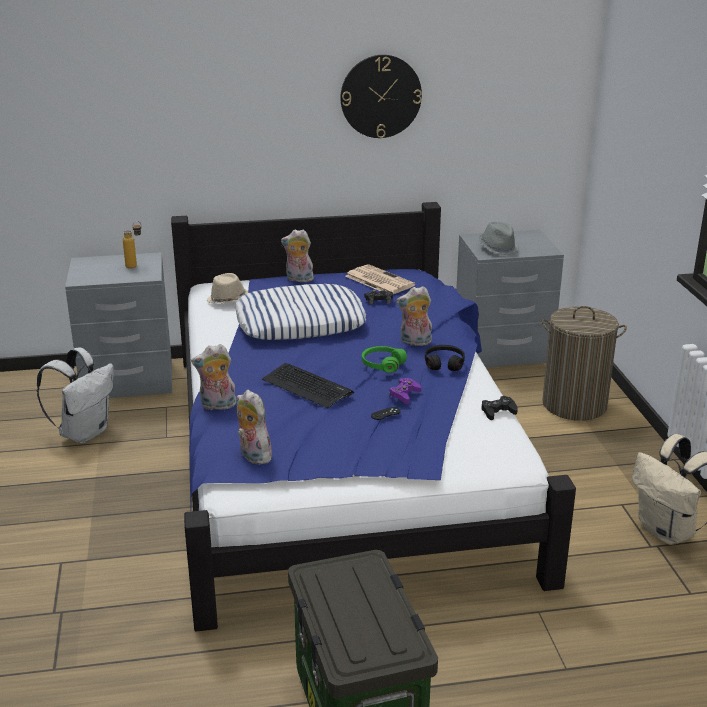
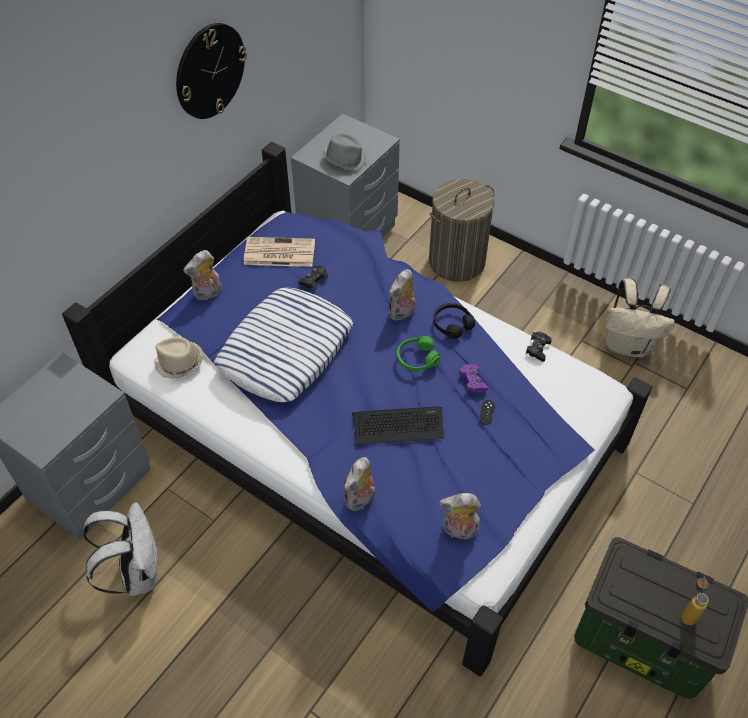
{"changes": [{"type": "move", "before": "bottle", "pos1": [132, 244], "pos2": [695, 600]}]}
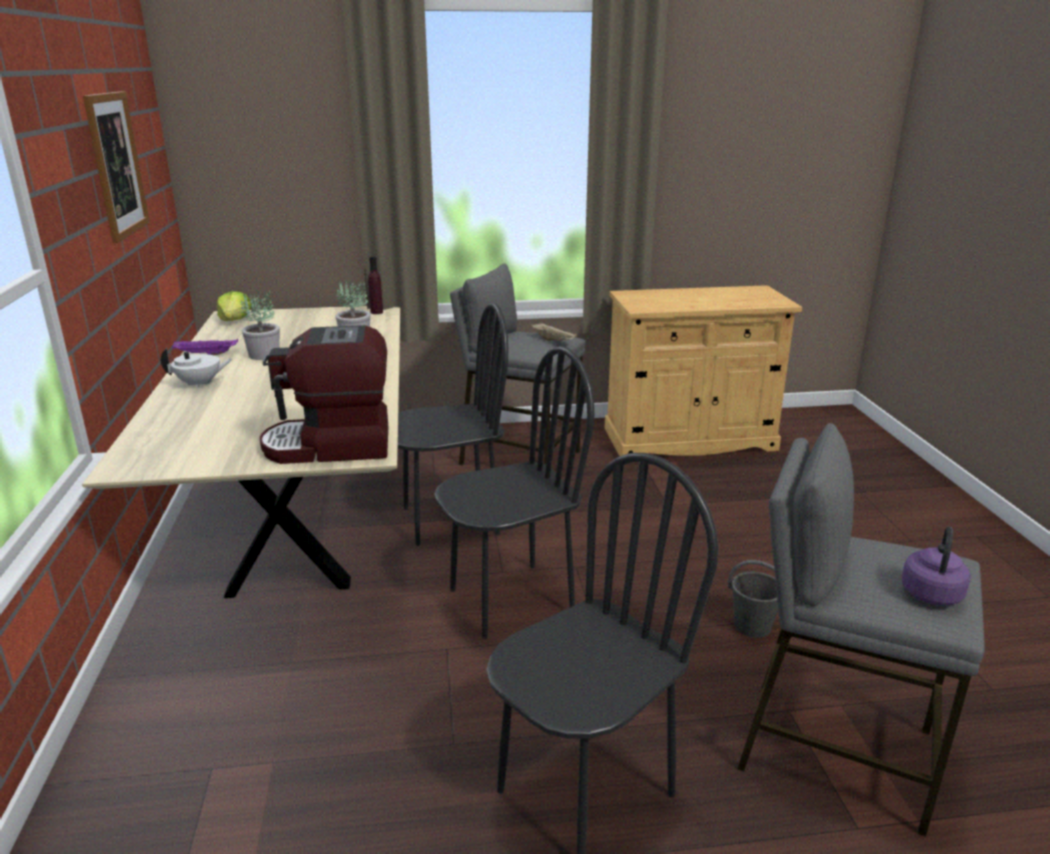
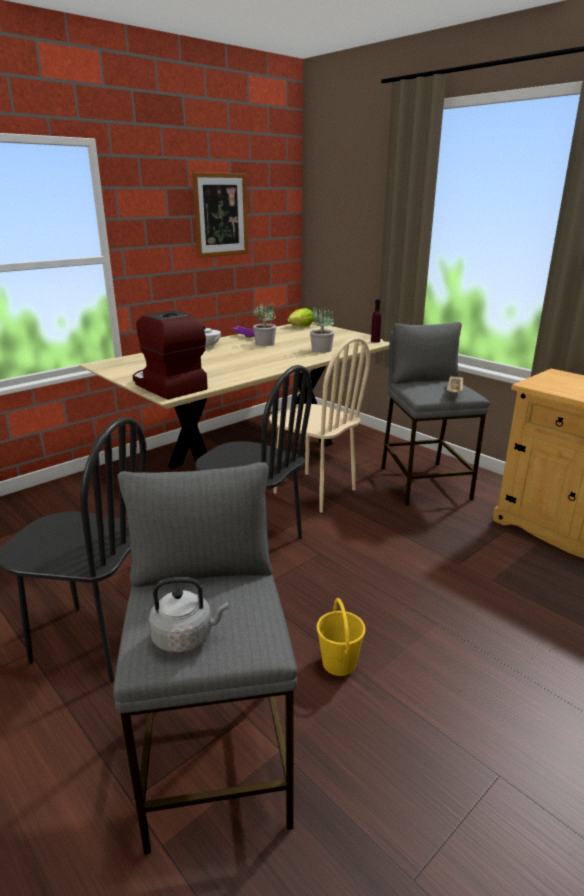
{"changes": [{"type": "recolor", "before": "purple kettle", "after": "grey kettle", "pos1": [936, 566], "pos2": [189, 615]}, {"type": "recolor", "before": "black chair", "after": "beige chair", "pos1": [453, 424], "pos2": [319, 424]}, {"type": "recolor", "before": "grey bucket", "after": "yellow bucket", "pos1": [753, 599], "pos2": [341, 637]}]}
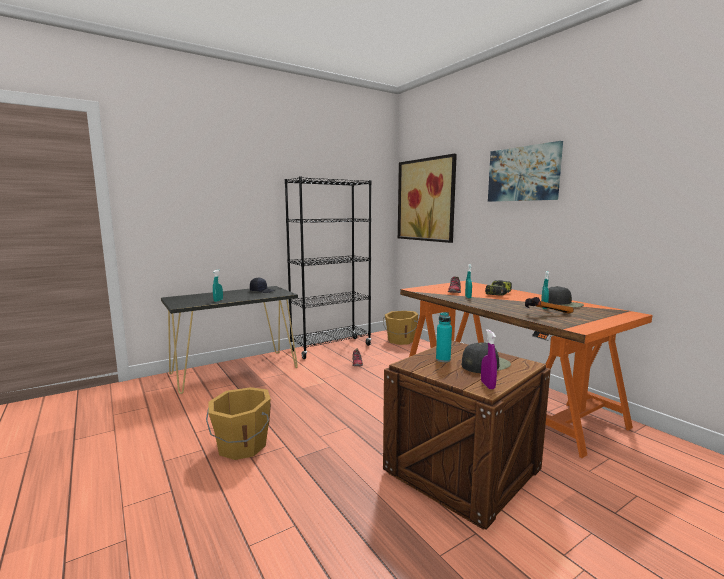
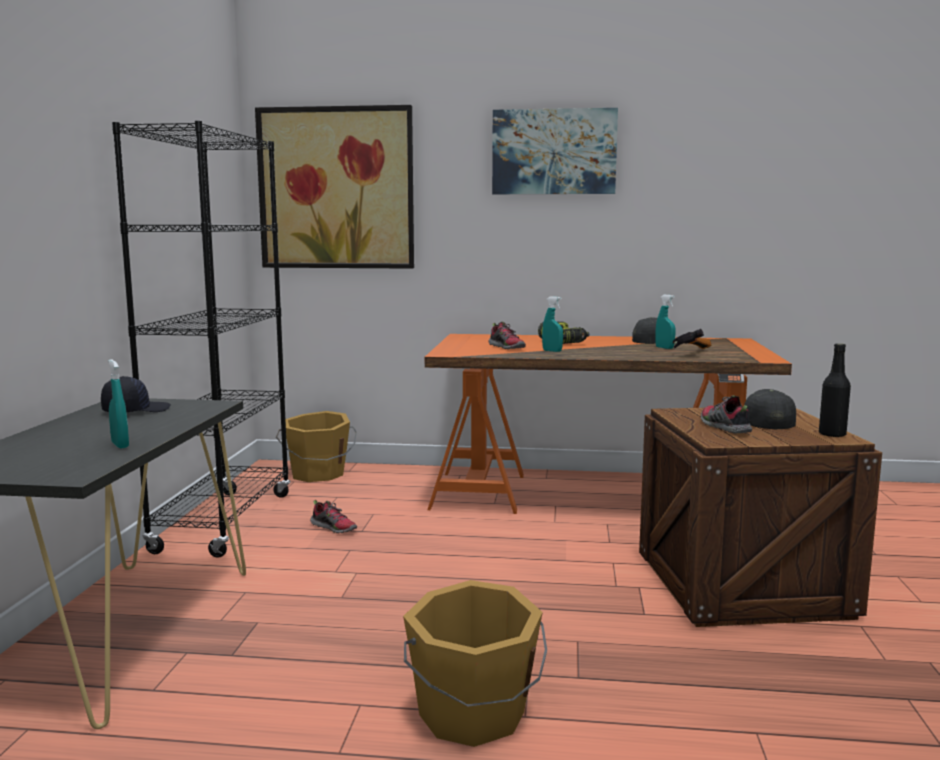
{"changes": [{"type": "replace", "before": "turquoise bottle", "after": "shoe", "pos1": [444, 337], "pos2": [726, 414]}, {"type": "replace", "before": "purple spray bottle", "after": "black bottle", "pos1": [489, 359], "pos2": [835, 390]}]}
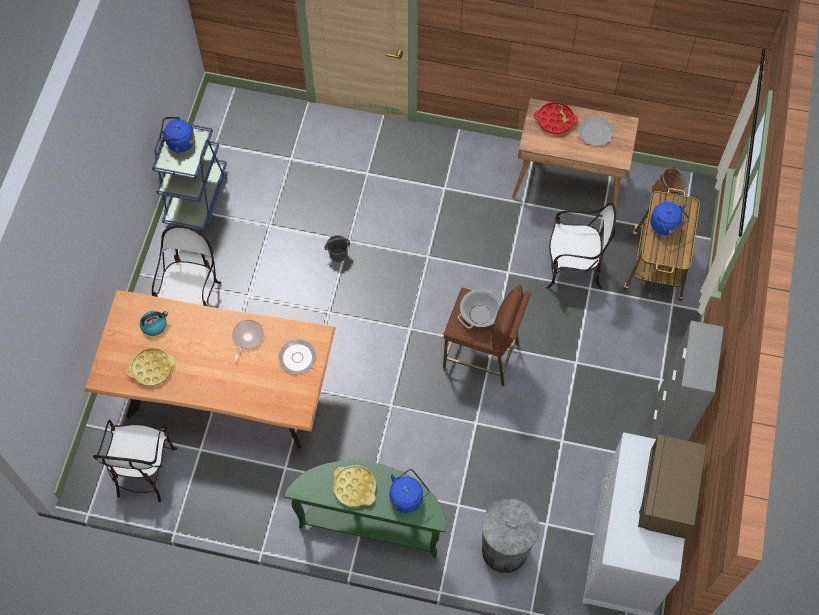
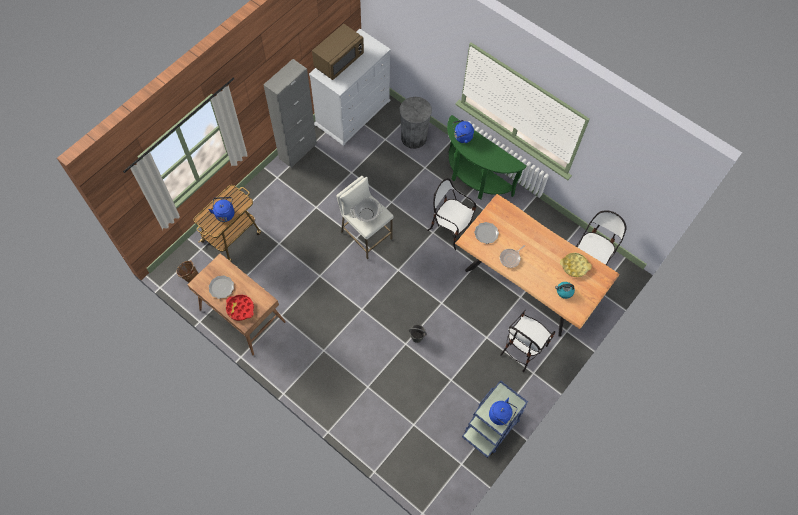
{"changes": [{"type": "recolor", "before": "brown stool", "after": "white stool", "pos1": [487, 335], "pos2": [364, 218]}, {"type": "move", "before": "chair", "pos1": [581, 245], "pos2": [451, 214]}, {"type": "delete", "before": "yellow tray", "pos1": [354, 486]}]}
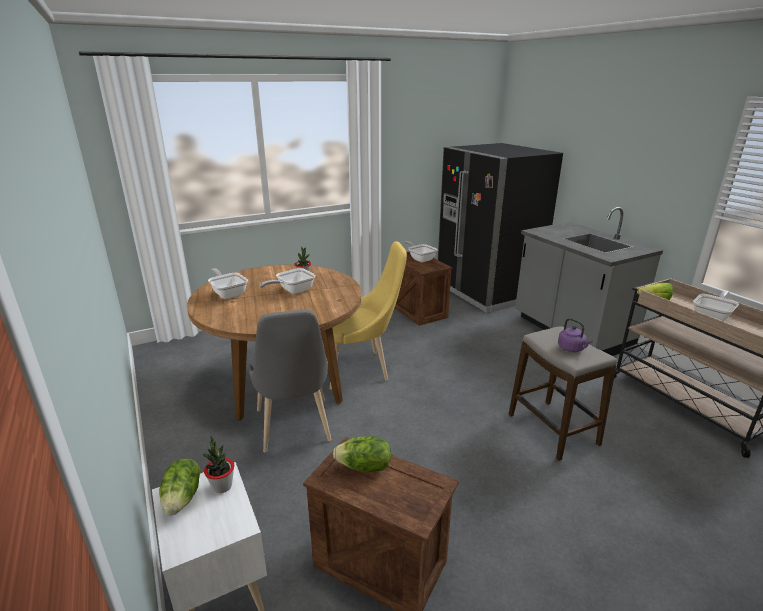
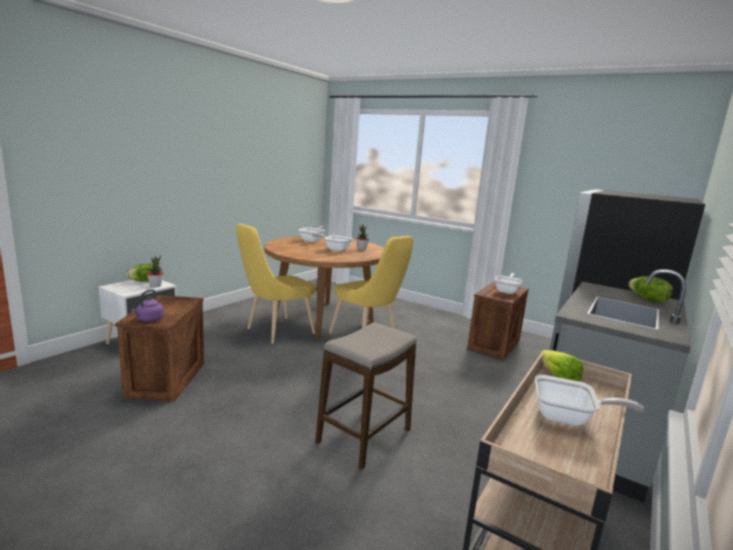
{"changes": [{"type": "move", "before": "purple kettle", "pos1": [575, 335], "pos2": [147, 305]}, {"type": "recolor", "before": "grey chair", "after": "yellow chair", "pos1": [290, 380], "pos2": [276, 284]}, {"type": "move", "before": "lettuce", "pos1": [362, 454], "pos2": [650, 289]}]}
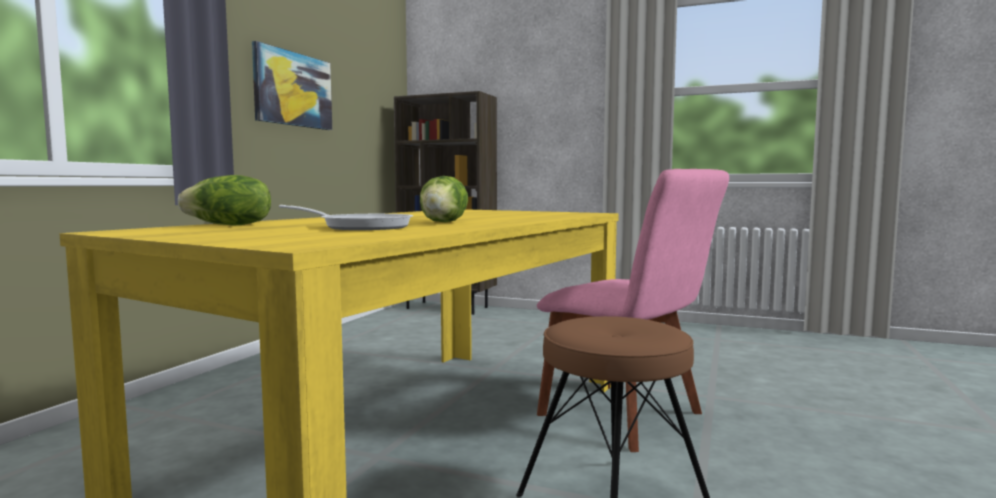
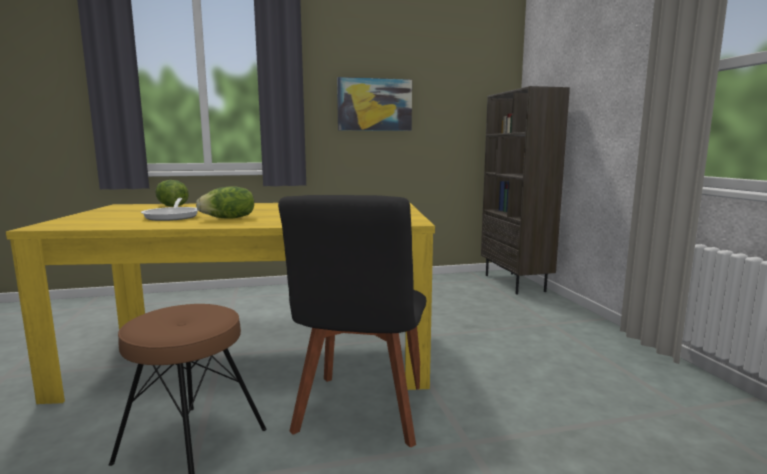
{"changes": [{"type": "recolor", "before": "pink chair", "after": "black chair", "pos1": [633, 310], "pos2": [352, 321]}]}
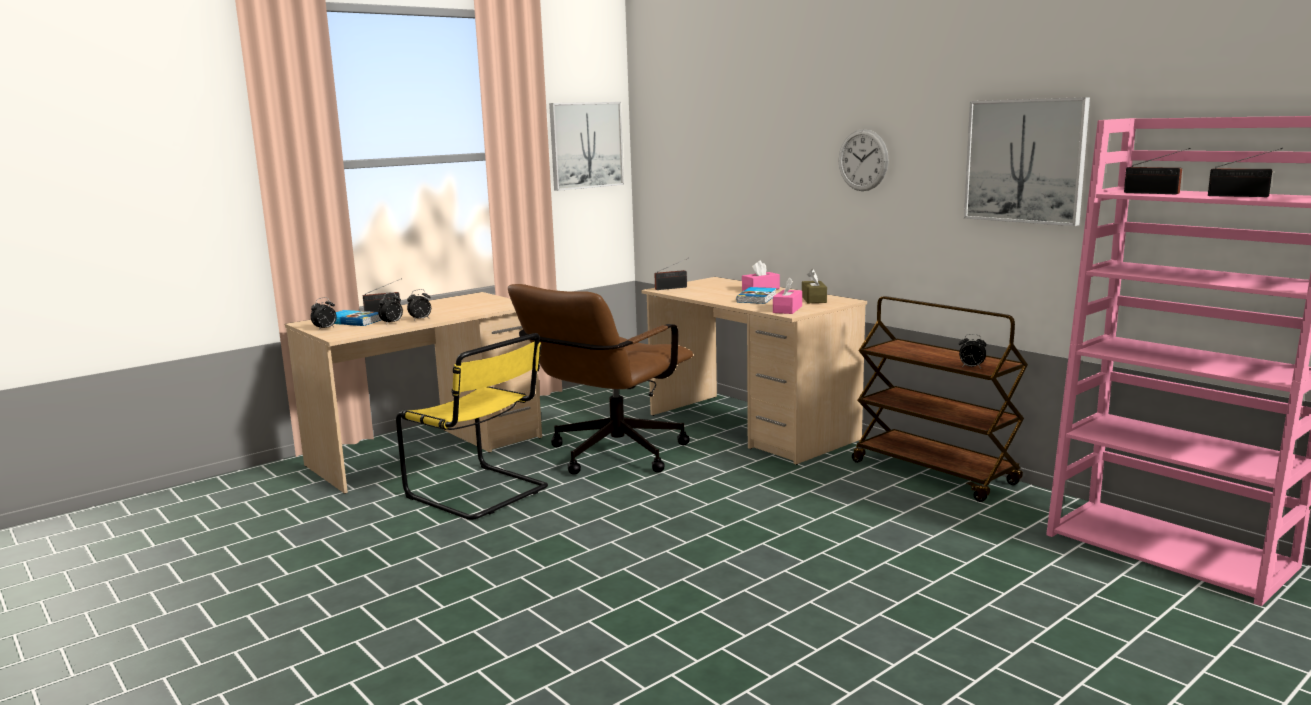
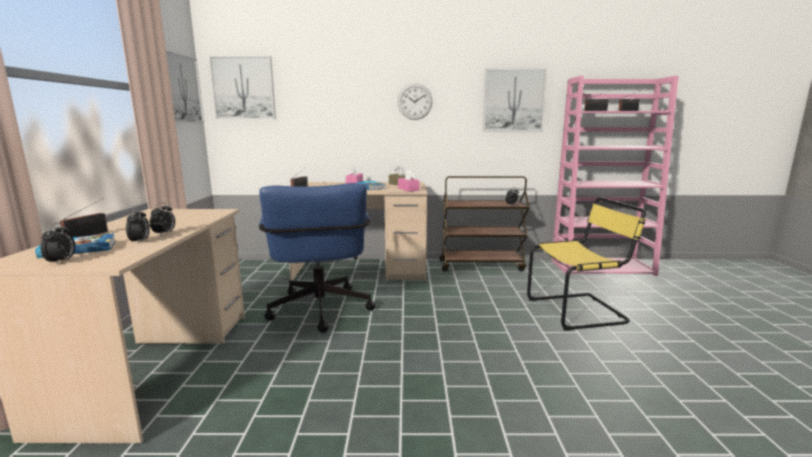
{"changes": [{"type": "insert", "after": "picture", "pos2": [242, 87]}, {"type": "recolor", "before": "brown office chair", "after": "blue office chair", "pos1": [600, 379], "pos2": [317, 258]}, {"type": "move", "before": "yellow chair", "pos1": [472, 426], "pos2": [586, 264]}]}
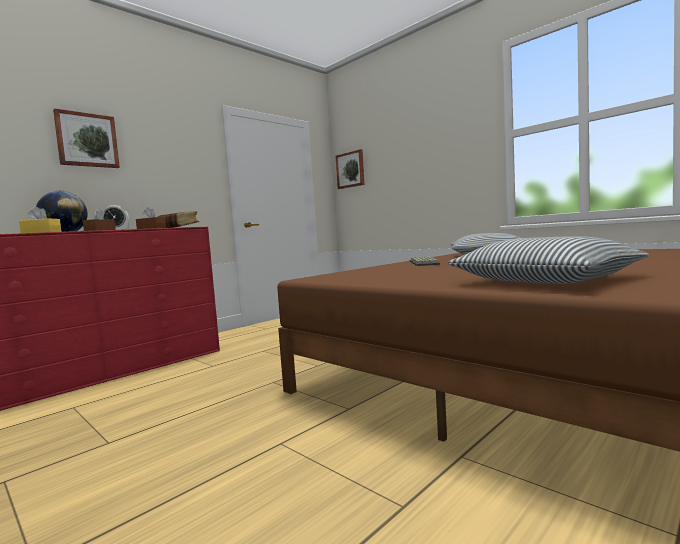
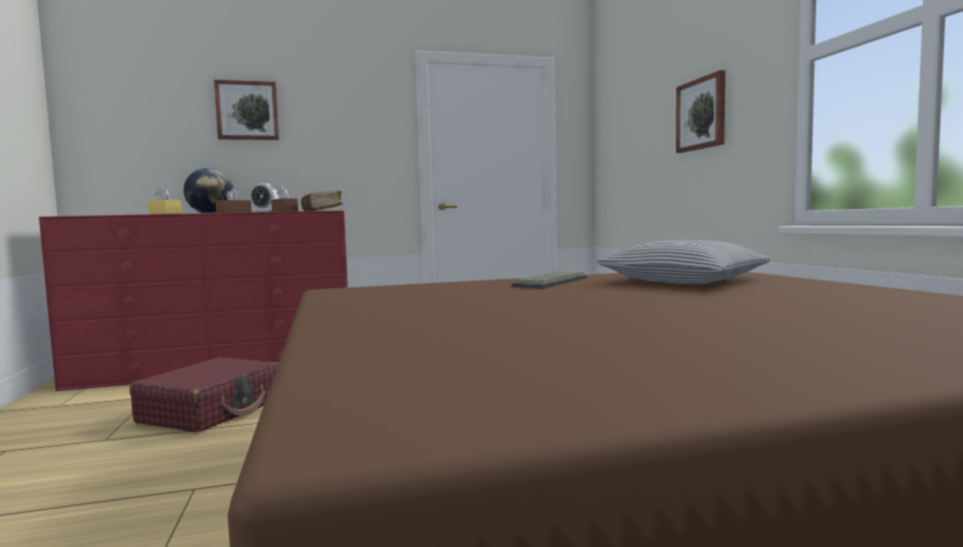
{"changes": [{"type": "insert", "after": "red suitcase", "pos2": [204, 395]}, {"type": "move", "before": "picture", "pos1": [350, 169], "pos2": [700, 111]}, {"type": "delete", "before": "pillow", "pos1": [549, 260]}]}
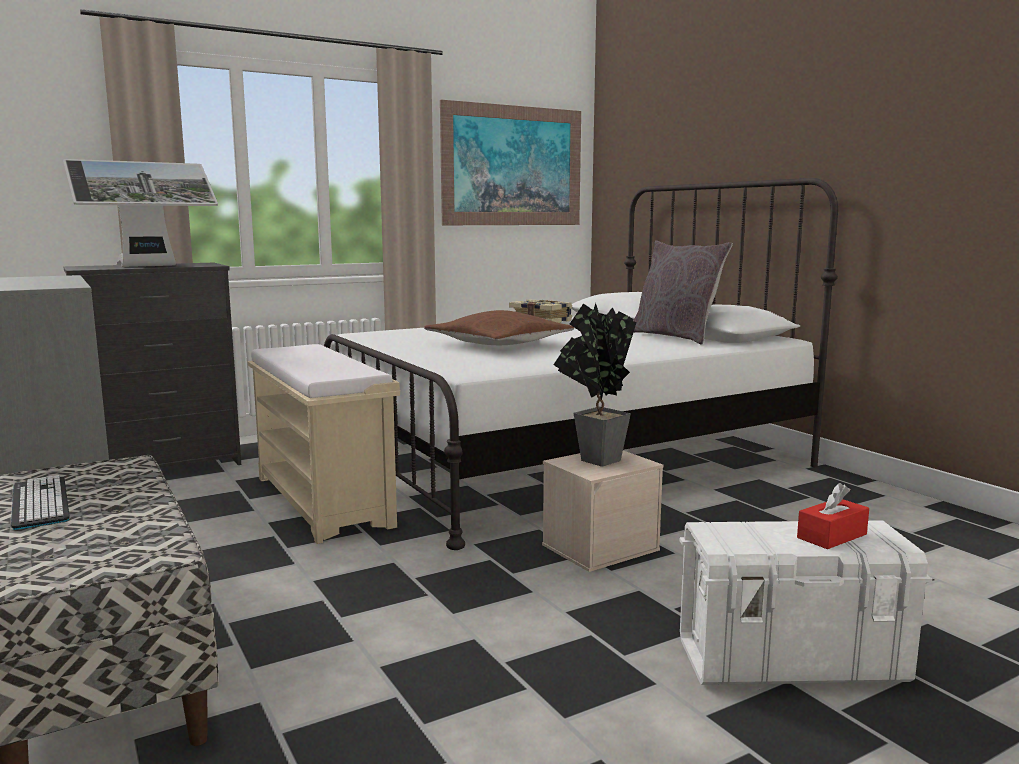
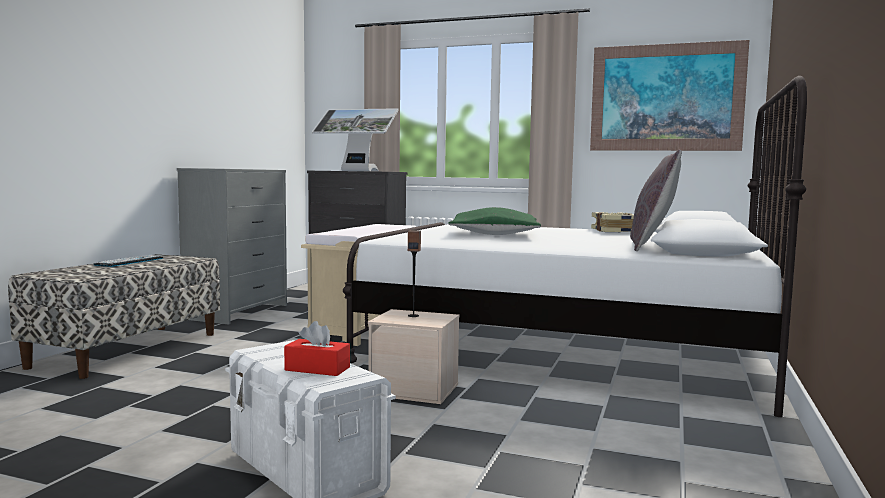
{"changes": [{"type": "replace", "before": "potted plant", "after": "speaker", "pos1": [595, 384], "pos2": [414, 273]}, {"type": "recolor", "before": "brown pillow", "after": "green pillow", "pos1": [499, 327], "pos2": [494, 221]}]}
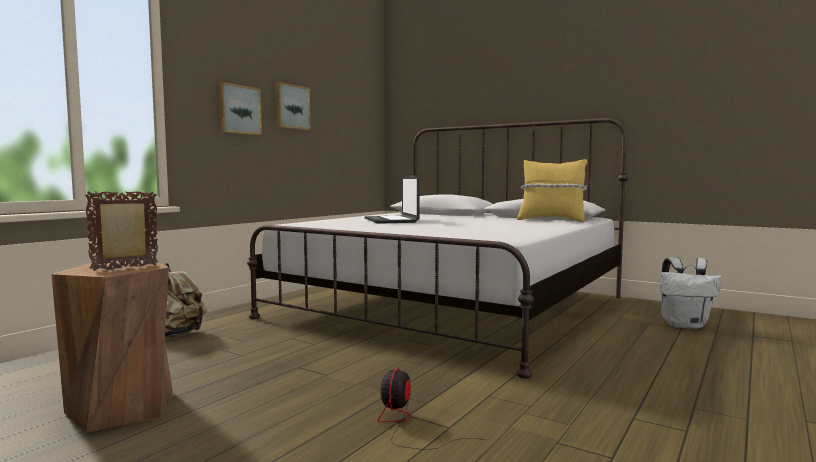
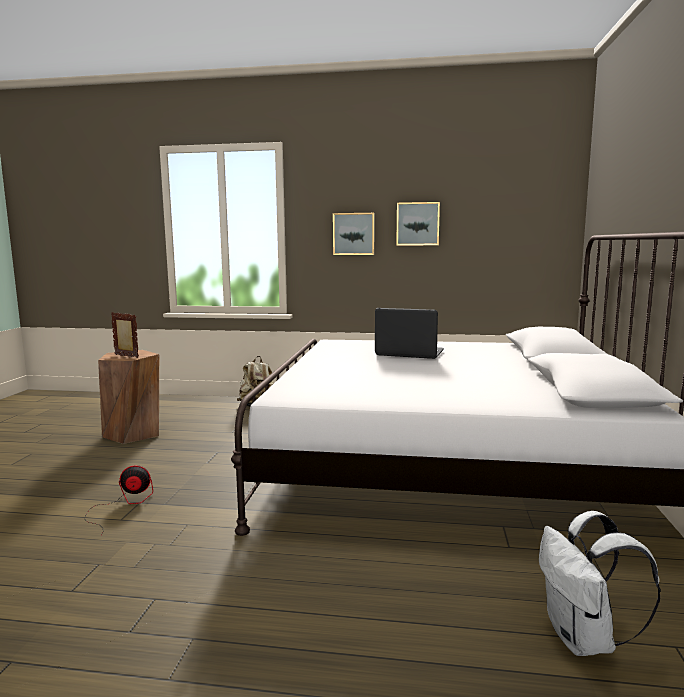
{"changes": [{"type": "rotate", "before": "laptop", "pos1": [392, 200], "pos2": [409, 333], "turn": 60}, {"type": "delete", "before": "yellow pillow", "pos1": [552, 190]}]}
